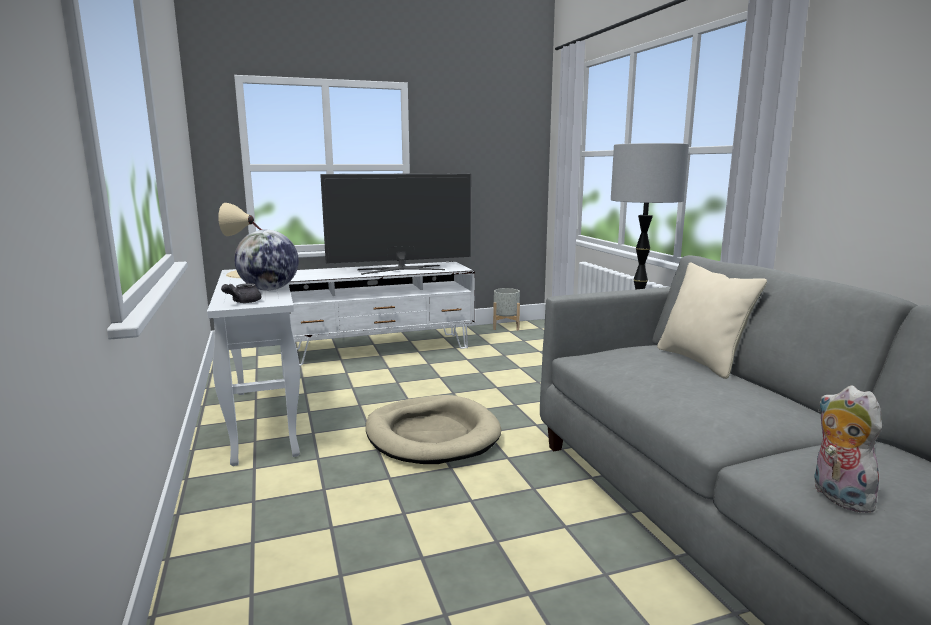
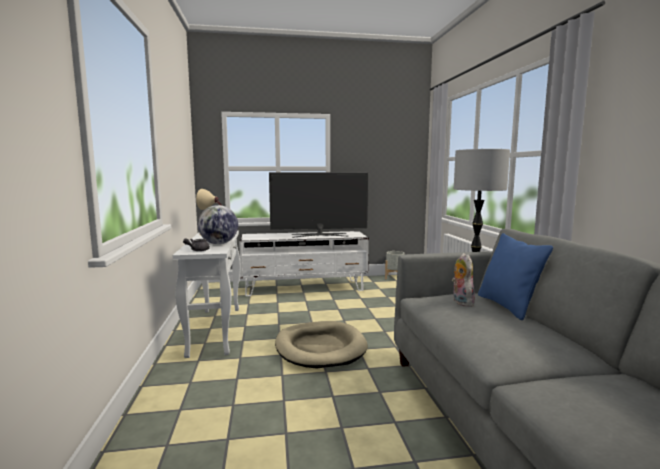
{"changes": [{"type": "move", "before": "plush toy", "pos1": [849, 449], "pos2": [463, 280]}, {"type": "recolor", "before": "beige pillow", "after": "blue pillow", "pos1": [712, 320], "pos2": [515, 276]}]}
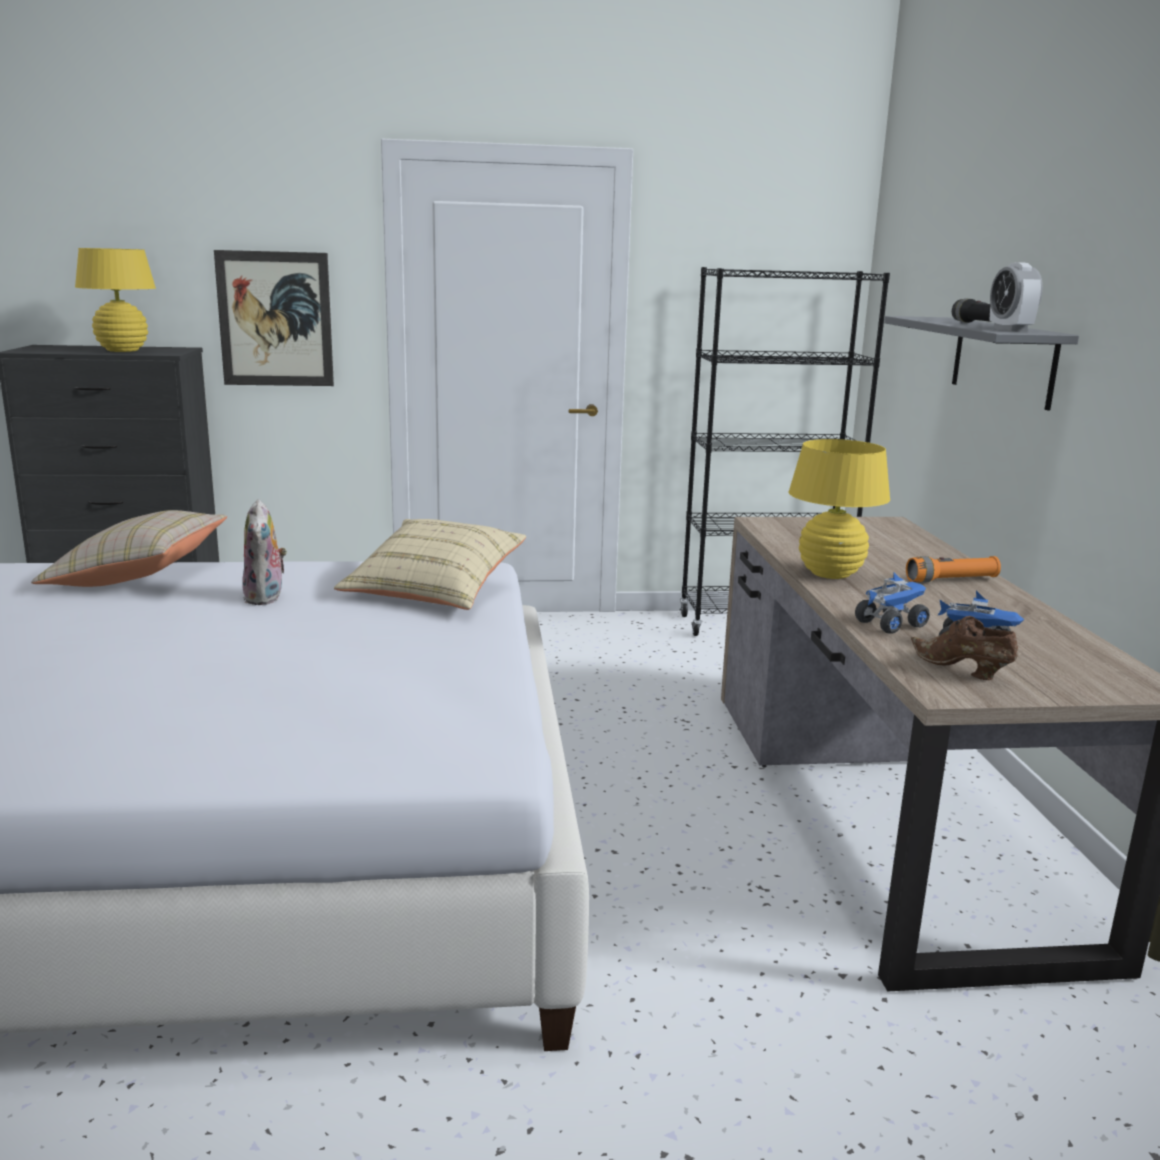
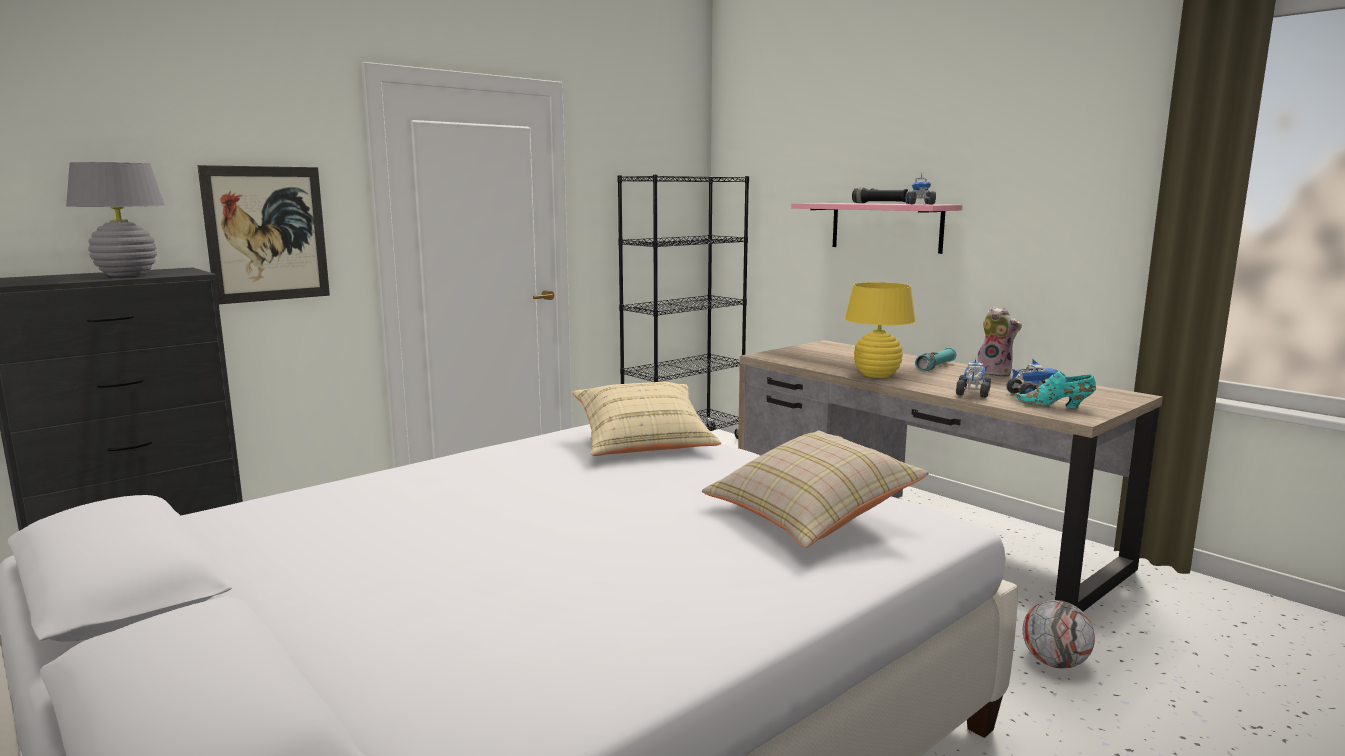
{"changes": [{"type": "recolor", "before": "yellow table lamp", "after": "grey table lamp", "pos1": [115, 300], "pos2": [115, 219]}, {"type": "move", "before": "beige pillow", "pos1": [129, 548], "pos2": [815, 489]}, {"type": "recolor", "before": "grey shelf", "after": "pink shelf", "pos1": [981, 363], "pos2": [876, 228]}, {"type": "replace", "before": "alarm clock", "after": "toy truck", "pos1": [1016, 297], "pos2": [920, 188]}, {"type": "recolor", "before": "orange flashlight", "after": "turquoise flashlight", "pos1": [953, 569], "pos2": [935, 359]}, {"type": "move", "before": "plush toy", "pos1": [264, 552], "pos2": [999, 341]}, {"type": "recolor", "before": "brown shoe", "after": "turquoise shoe", "pos1": [964, 648], "pos2": [1055, 389]}, {"type": "insert", "after": "football", "pos2": [1059, 634]}]}
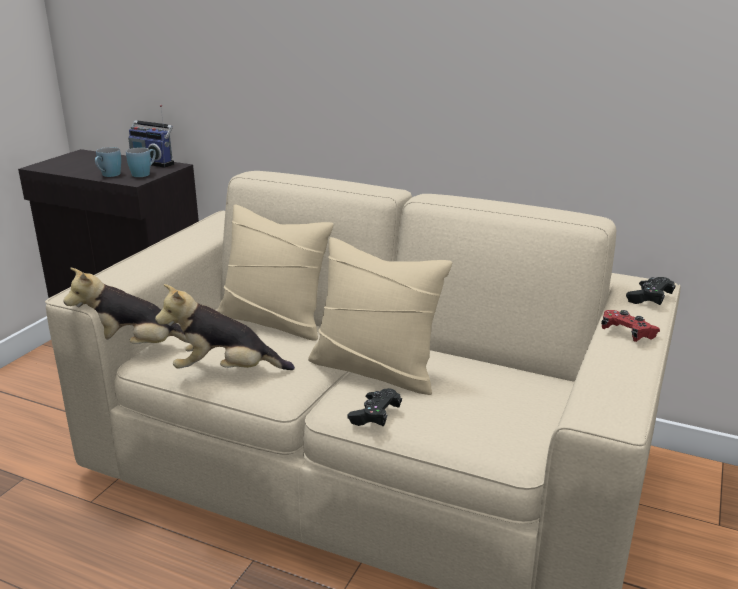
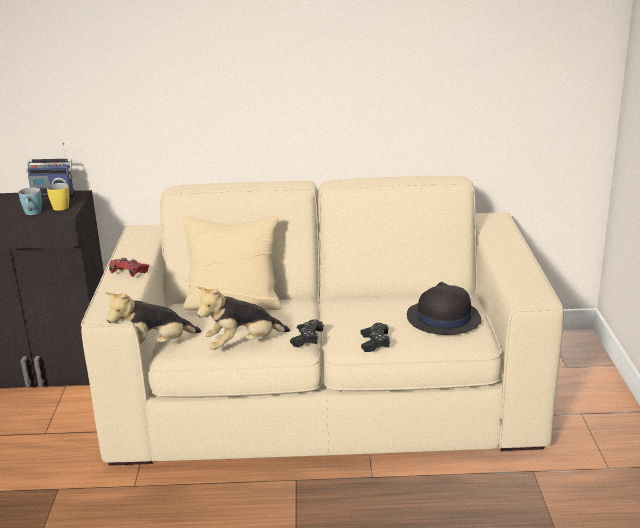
{"changes": [{"type": "recolor", "before": "blue mug", "after": "yellow mug", "pos1": [141, 162], "pos2": [58, 197]}, {"type": "move", "before": "red game controller", "pos1": [630, 326], "pos2": [129, 267]}, {"type": "move", "before": "black game controller", "pos1": [651, 291], "pos2": [307, 333]}, {"type": "insert", "after": "black hat", "pos2": [444, 308]}, {"type": "delete", "before": "beige pillow", "pos1": [380, 316]}]}
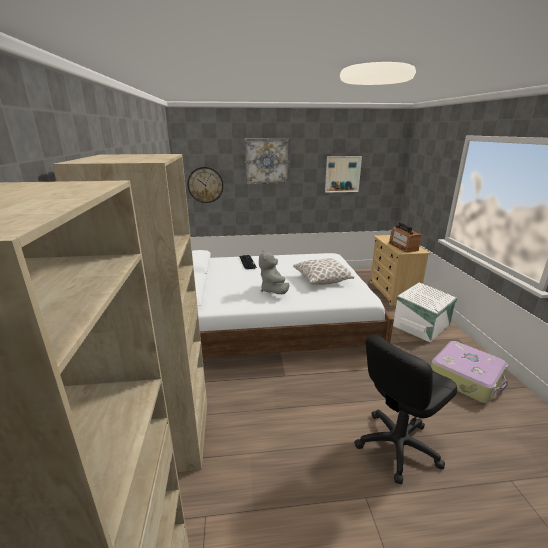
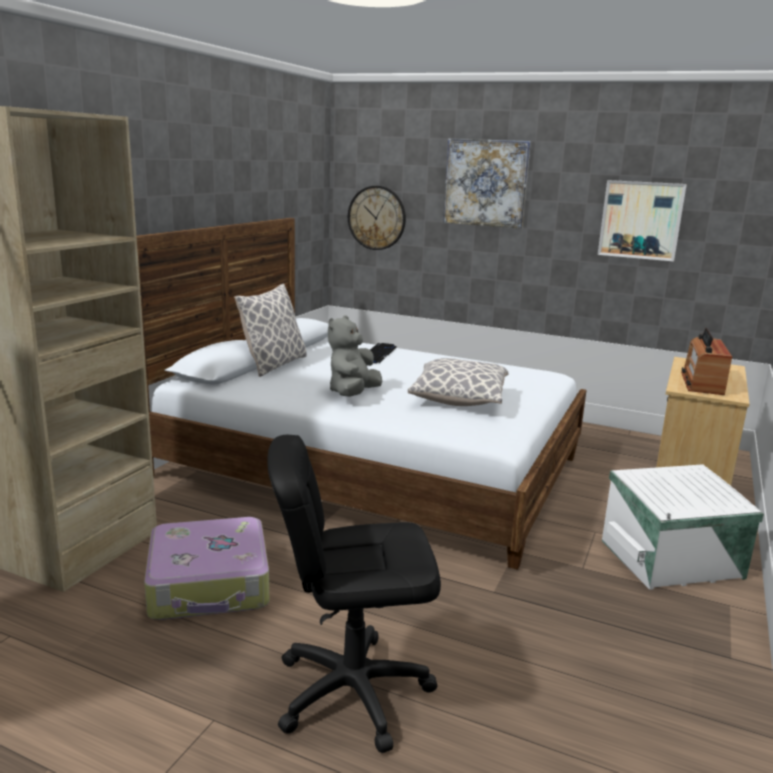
{"changes": [{"type": "move", "before": "suitcase", "pos1": [469, 372], "pos2": [206, 568]}, {"type": "insert", "after": "pillow", "pos2": [270, 330]}]}
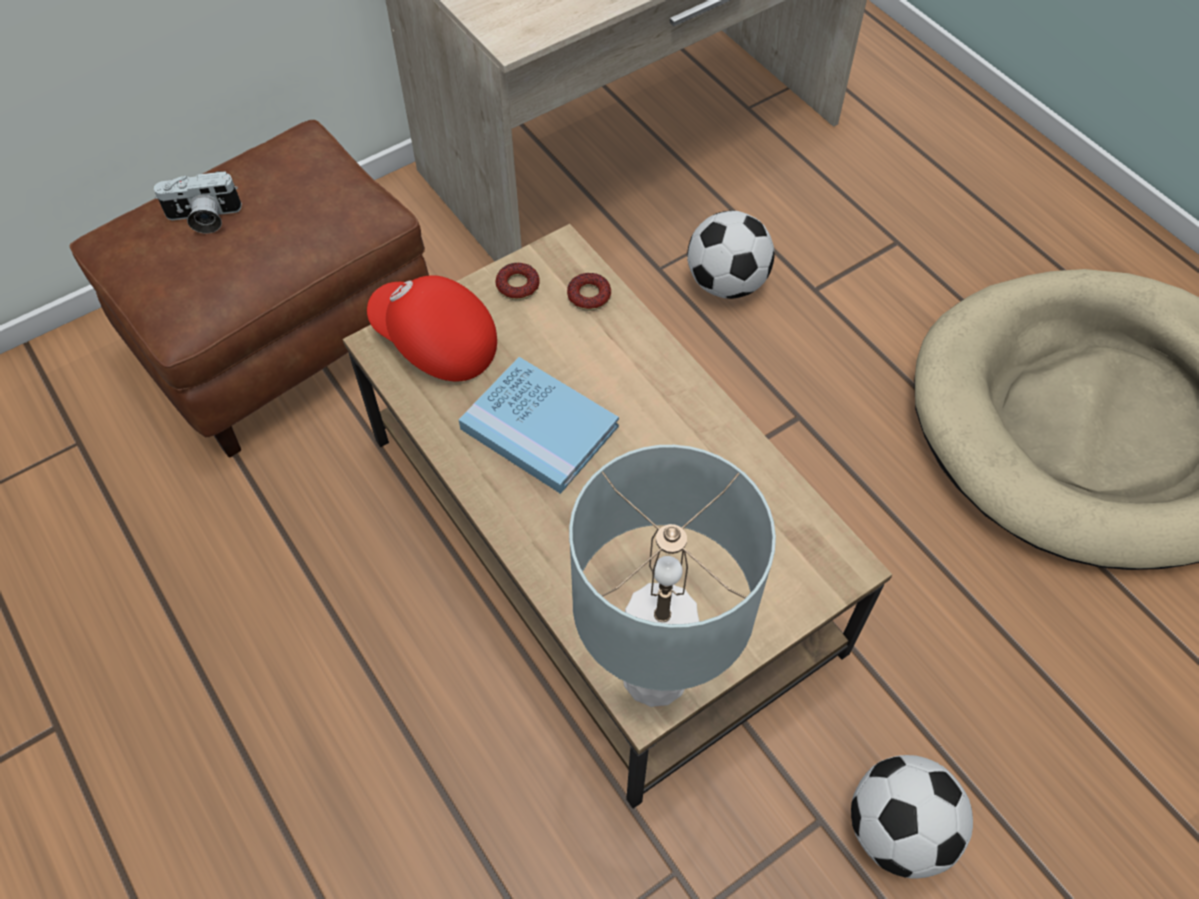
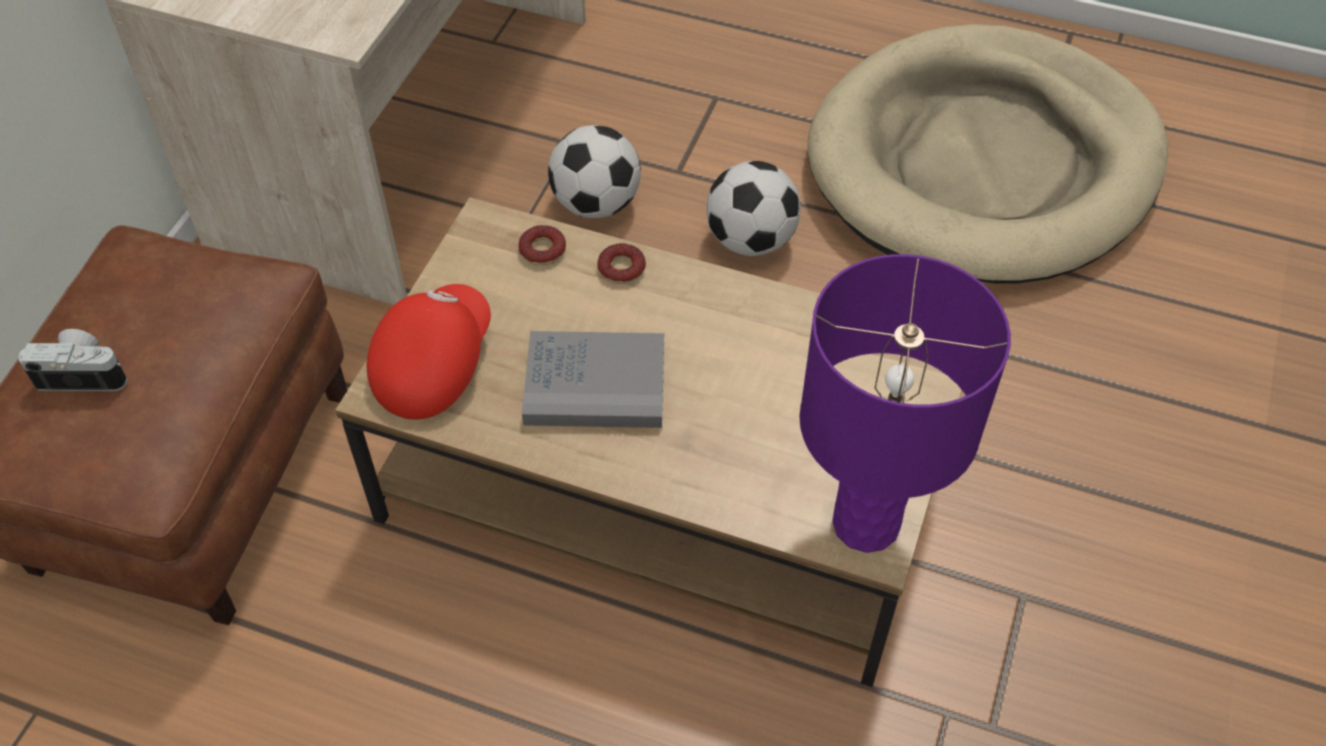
{"changes": [{"type": "rotate", "before": "photo camera", "pos1": [198, 202], "pos2": [73, 360], "turn": -135}, {"type": "rotate", "before": "red cap", "pos1": [432, 328], "pos2": [429, 352], "turn": 120}, {"type": "recolor", "before": "blue book", "after": "grey book", "pos1": [539, 425], "pos2": [593, 379]}, {"type": "move", "before": "donut", "pos1": [517, 281], "pos2": [621, 263]}, {"type": "move", "before": "football", "pos1": [912, 817], "pos2": [753, 208]}, {"type": "recolor", "before": "grey table lamp", "after": "purple table lamp", "pos1": [672, 576], "pos2": [905, 403]}]}
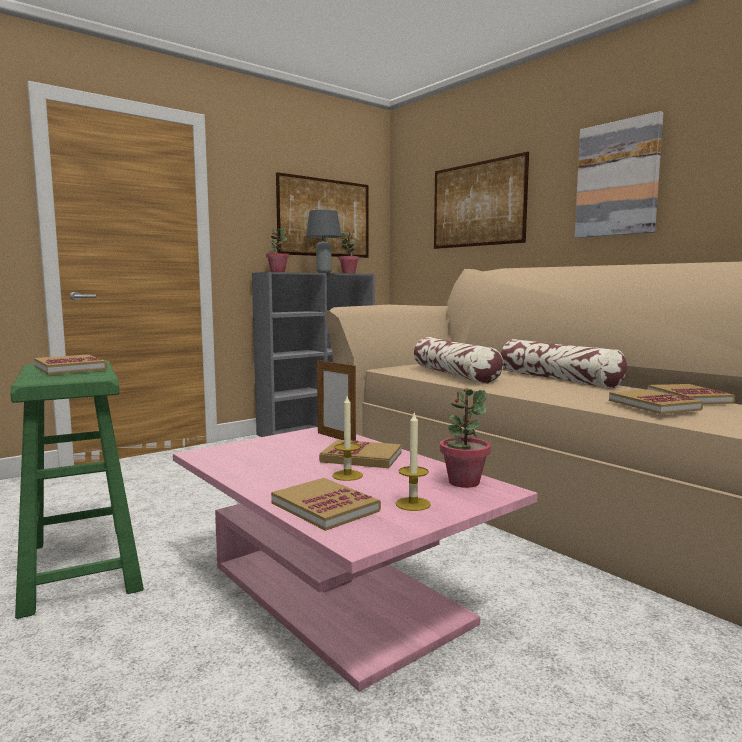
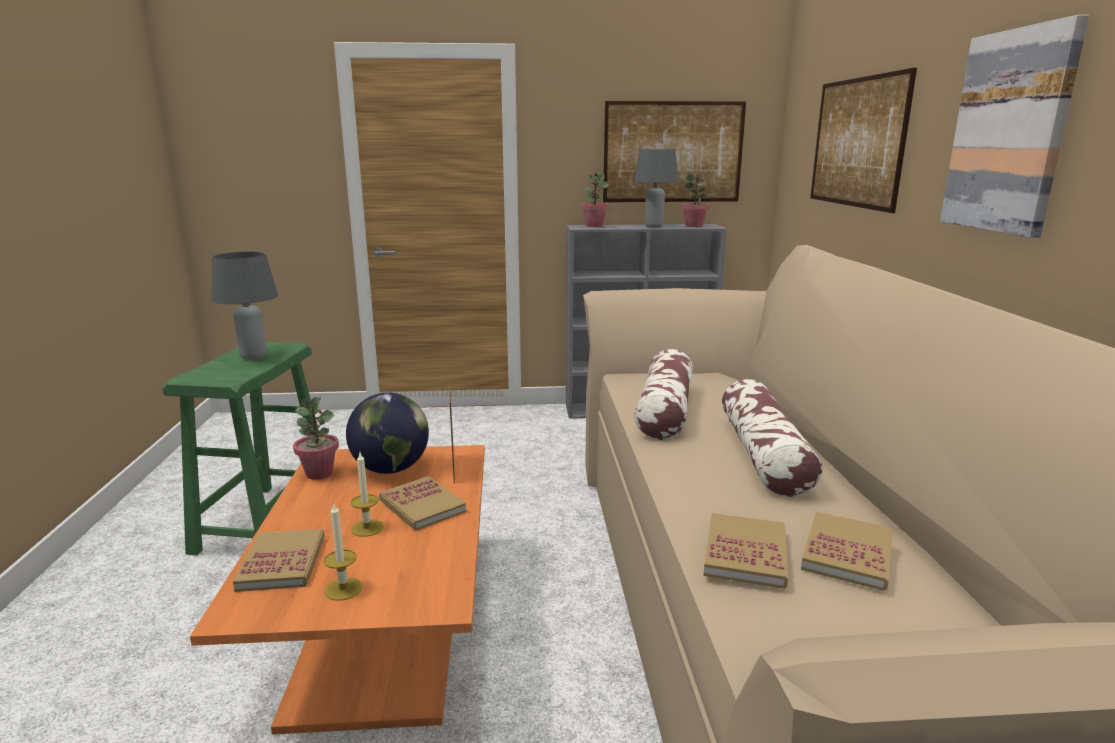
{"changes": [{"type": "recolor", "before": "pink coffee table", "after": "orange coffee table", "pos1": [355, 559], "pos2": [337, 590]}, {"type": "replace", "before": "book", "after": "grey table lamp", "pos1": [70, 365], "pos2": [244, 305]}, {"type": "move", "before": "potted plant", "pos1": [465, 438], "pos2": [316, 438]}, {"type": "insert", "after": "globe", "pos2": [387, 433]}]}
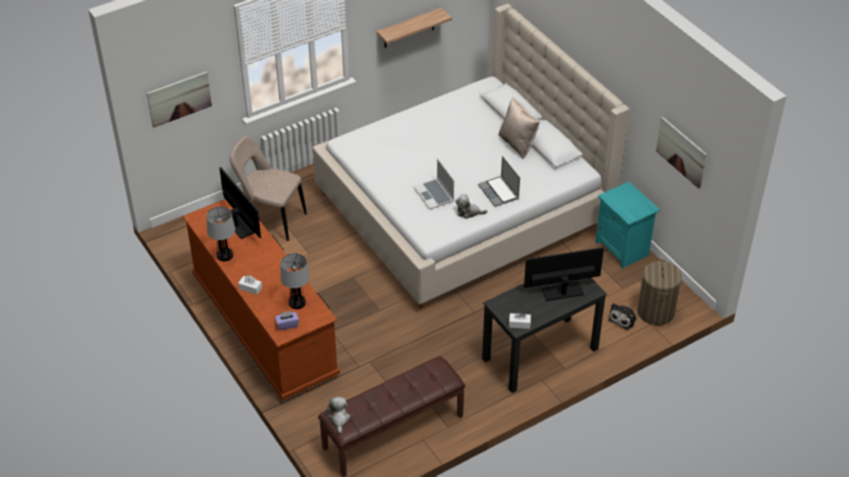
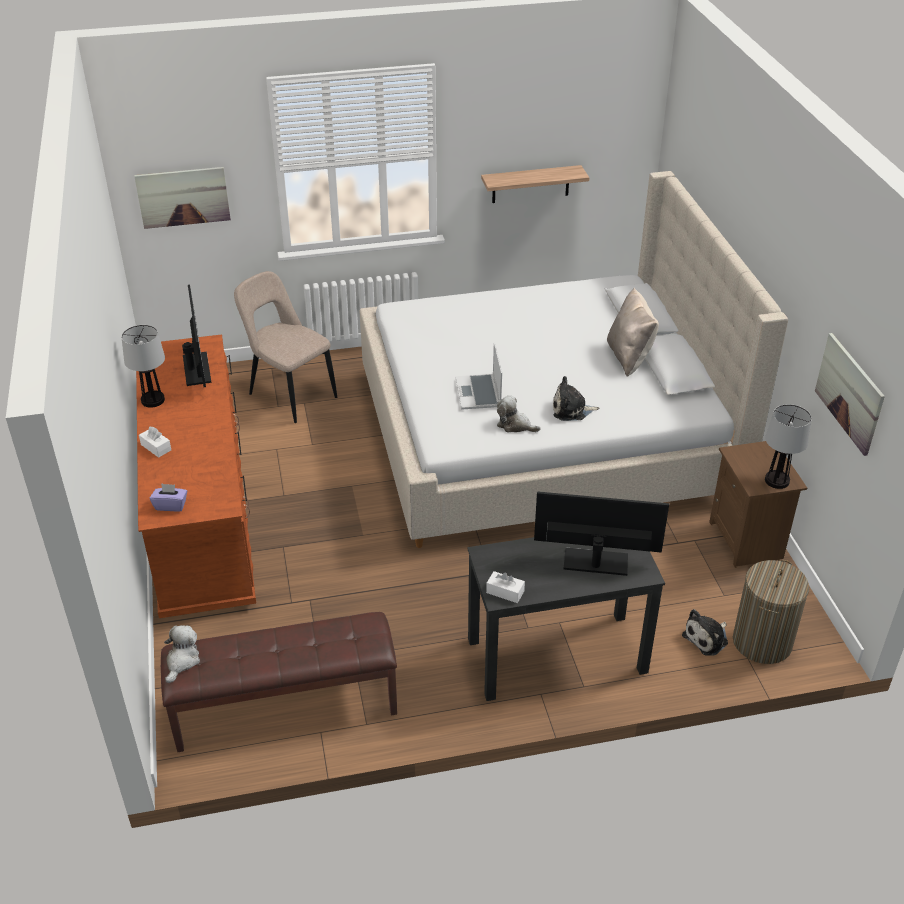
{"changes": [{"type": "replace", "before": "laptop", "after": "plush toy", "pos1": [499, 181], "pos2": [576, 398]}, {"type": "recolor", "before": "turquoise nightstand", "after": "brown nightstand", "pos1": [627, 225], "pos2": [758, 504]}, {"type": "move", "before": "table lamp", "pos1": [295, 281], "pos2": [788, 446]}]}
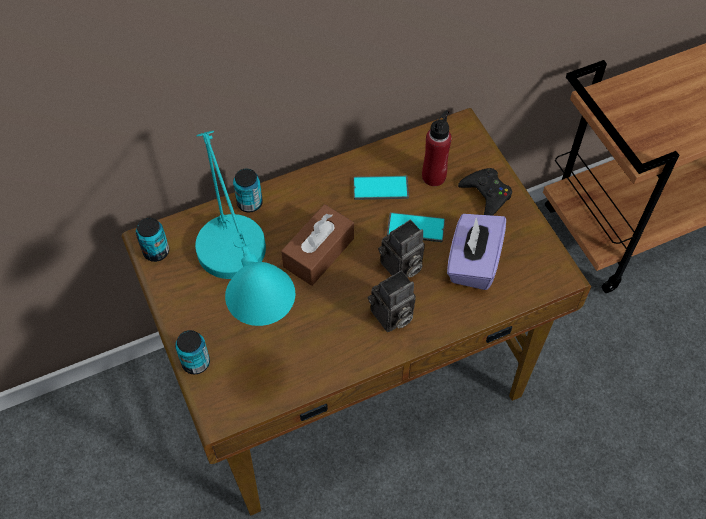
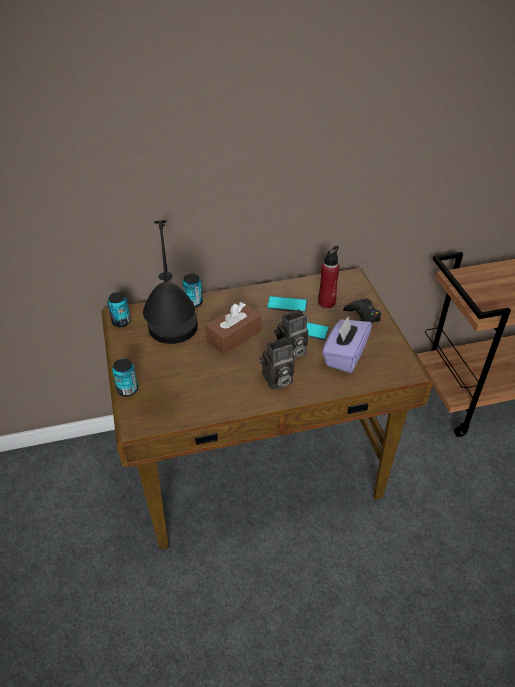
{"changes": [{"type": "recolor", "before": "turquoise table lamp", "after": "black table lamp", "pos1": [245, 228], "pos2": [170, 282]}]}
